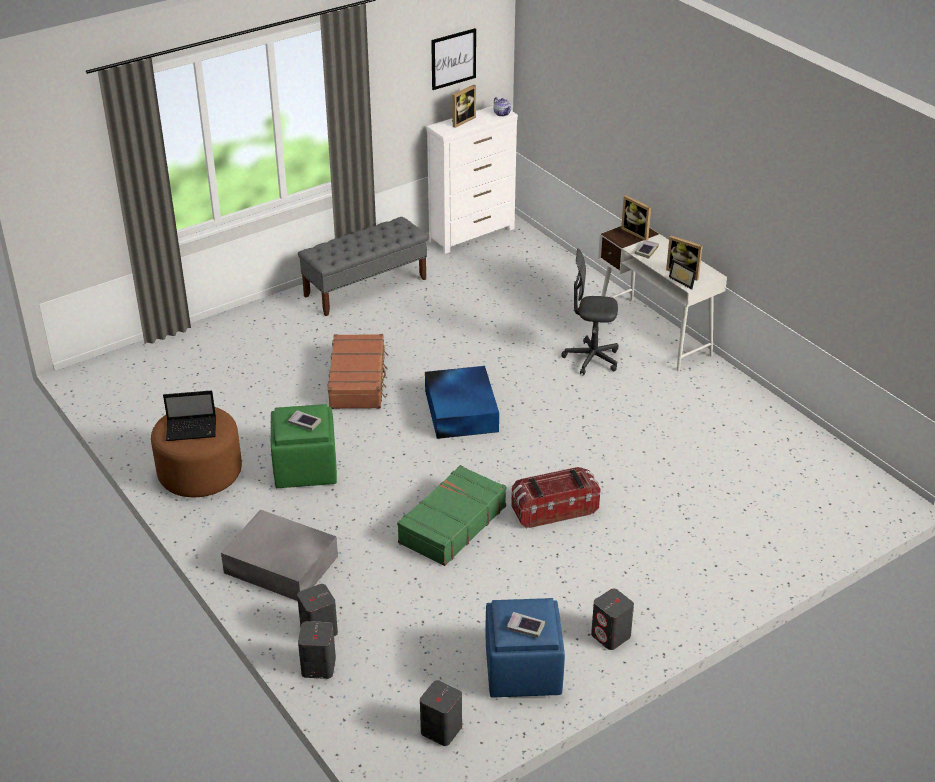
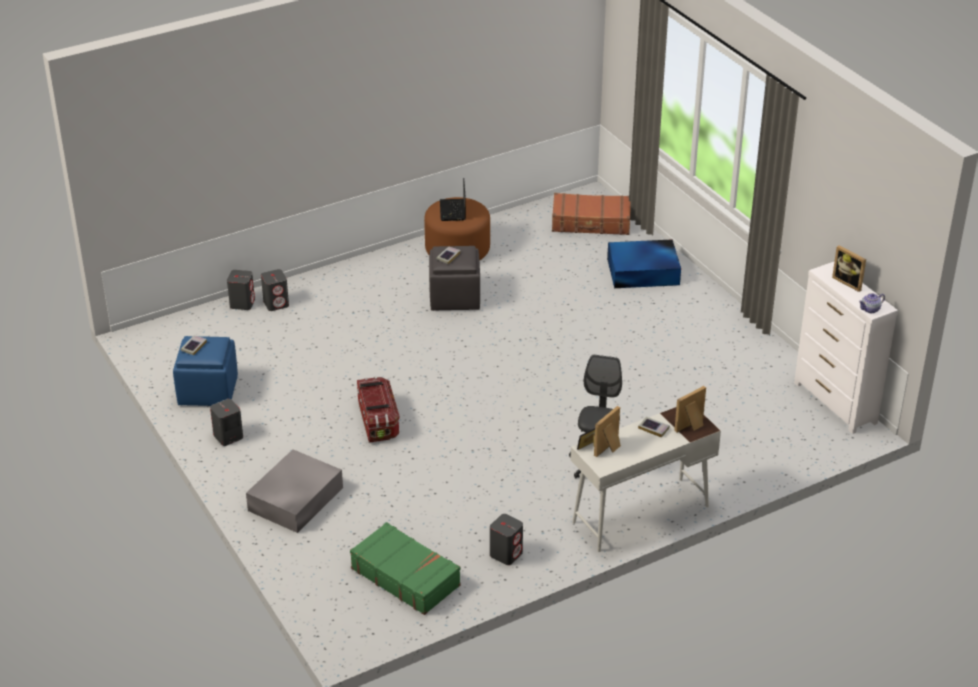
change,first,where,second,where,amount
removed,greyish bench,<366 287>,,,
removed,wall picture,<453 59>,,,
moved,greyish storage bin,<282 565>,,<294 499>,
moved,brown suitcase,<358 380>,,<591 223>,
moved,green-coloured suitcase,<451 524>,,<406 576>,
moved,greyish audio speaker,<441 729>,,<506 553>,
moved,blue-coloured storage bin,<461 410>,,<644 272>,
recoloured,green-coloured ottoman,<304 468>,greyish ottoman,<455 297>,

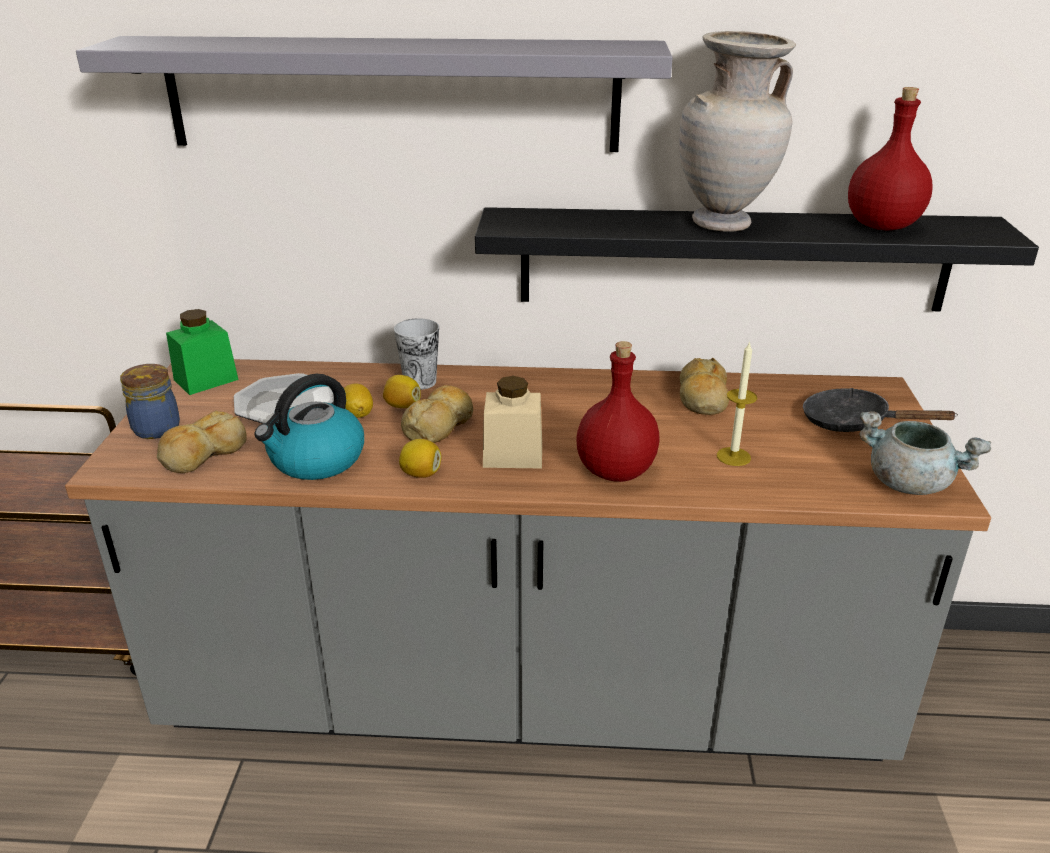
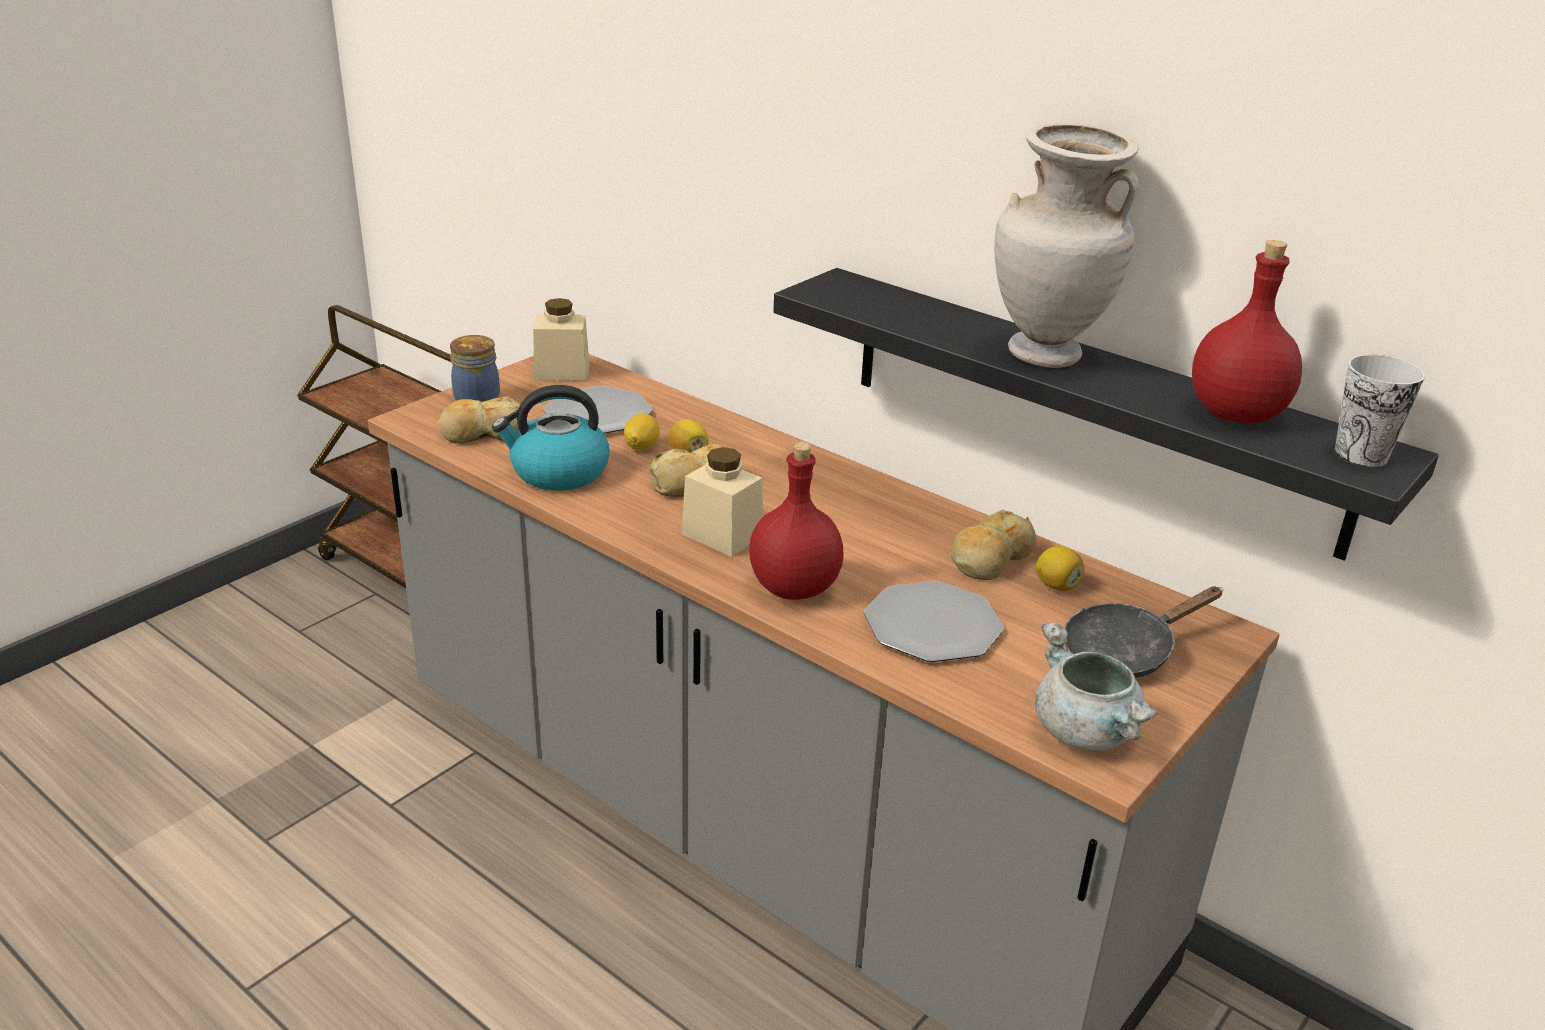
change,first,where,second,where,amount
removed,greyish shelf,<392 94>,,,
moved,cup,<420 382>,,<1361 455>,
moved,lemon,<421 474>,,<1057 585>,
replaced,wax light,<733 456>,plate,<932 625>,
recoloured,green-coloured preserve jar,<206 380>,sand-coloured preserve jar,<562 371>,
turned,black skillet,<853 423>,,<1125 651>,90 degrees counterclockwise

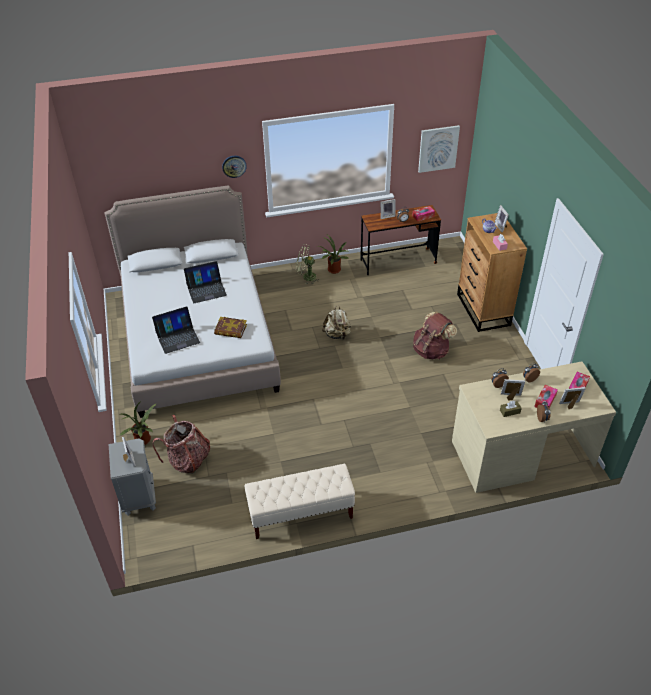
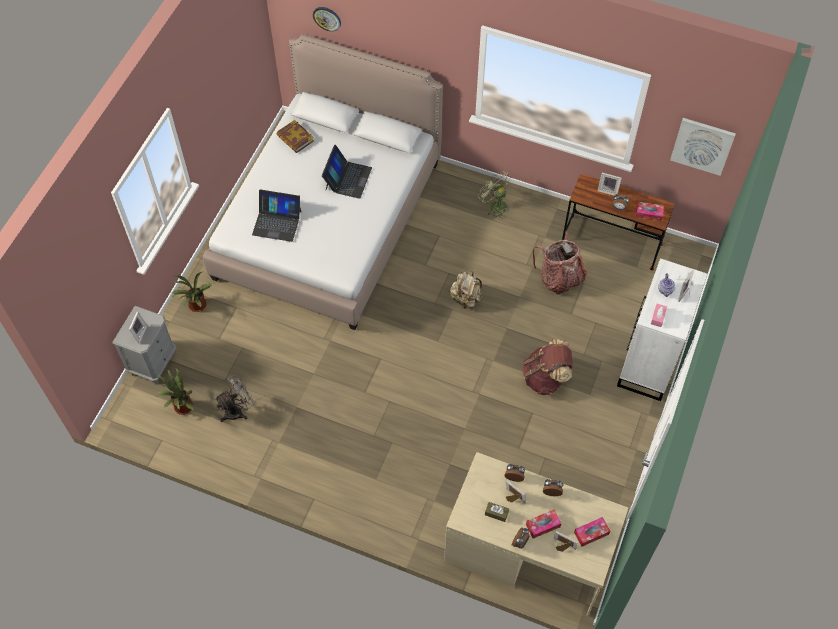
change,first,where,second,where,amount
removed,sand-coloured bench,<300 514>,,,
added,,,greyish fan,<237 410>,
moved,backpack,<188 460>,,<559 278>,
moved,volume,<230 330>,,<295 138>,
moved,wall clock,<234 166>,,<327 18>,
moved,plant in a pot,<333 270>,,<181 407>,
recoloured,brown chest of drawers,<483 310>,white-coloured chest of drawers,<648 363>,
turned,laptop,<206 289>,,<347 178>,90 degrees counterclockwise

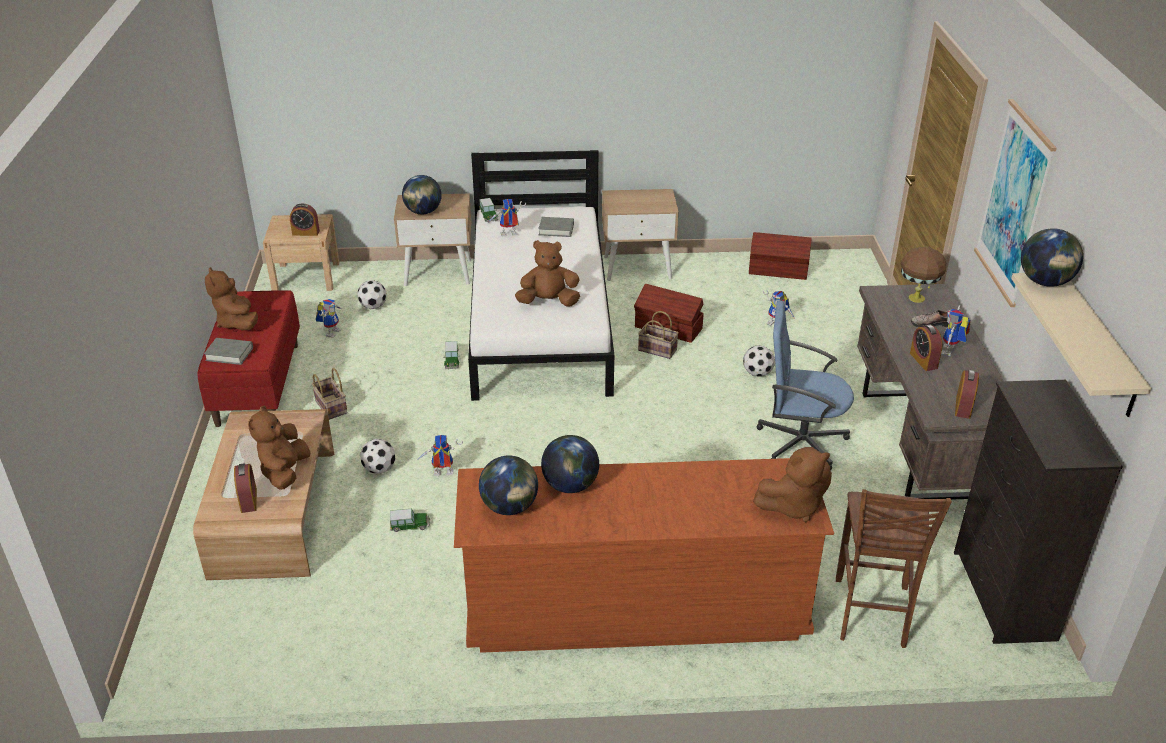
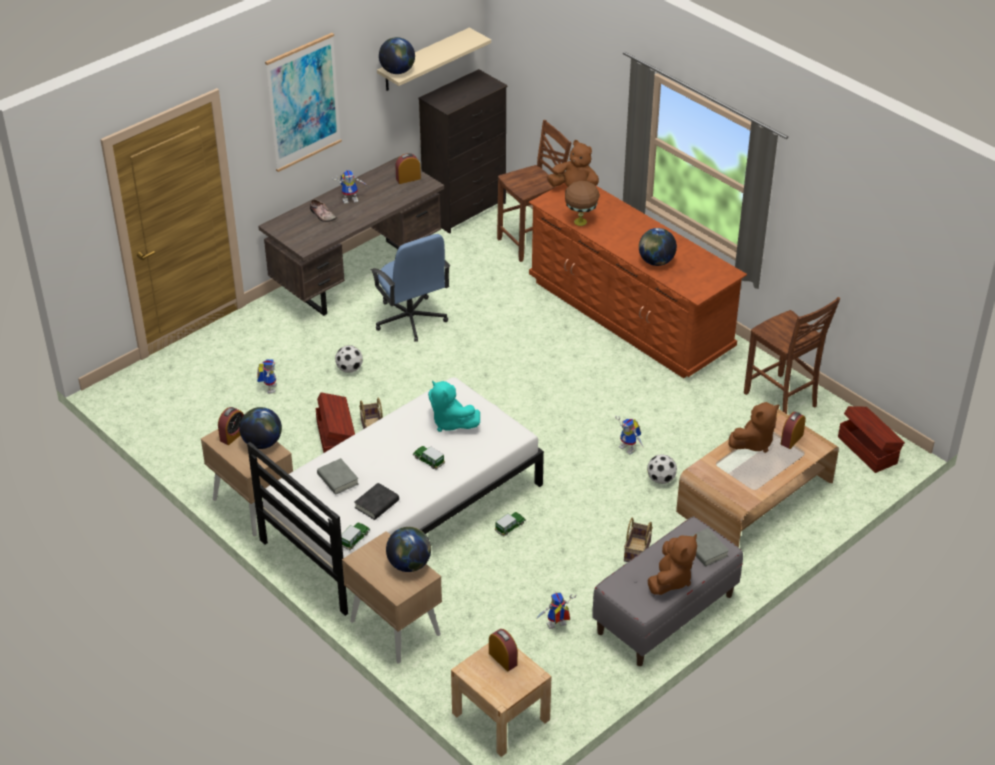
change,first,where,second,where,amount
removed,ball for football,<373 306>,,,
added,,,brown chair,<781 400>,
moved,miniature car,<410 525>,,<428 460>,
moved,globe,<510 507>,,<262 443>,
moved,brown storage bin,<778 271>,,<867 449>,
moved,brown lamp for a table,<917 299>,,<581 221>,
moved,alarm clock,<923 360>,,<233 435>,
replaced,toy robot,<508 235>,black volume,<377 504>,
recoloured,red bench,<258 384>,greyish bench,<665 614>,
recoloured,brown soft toy,<548 302>,blue-green soft toy,<450 422>,

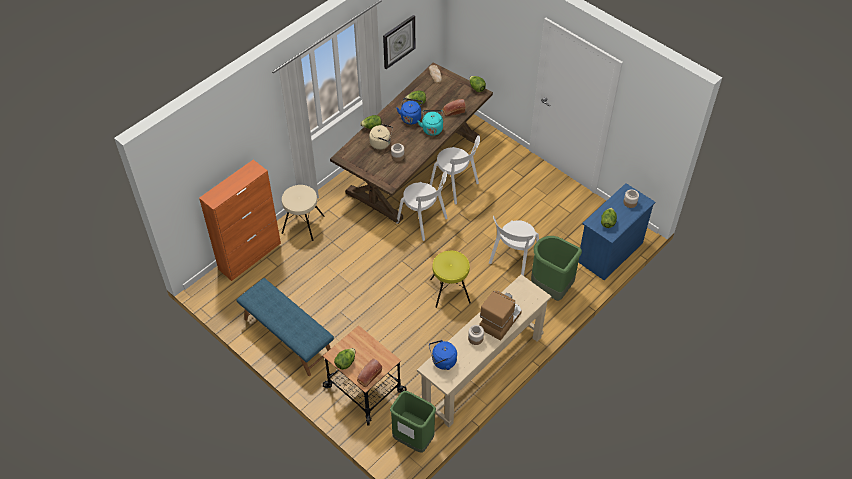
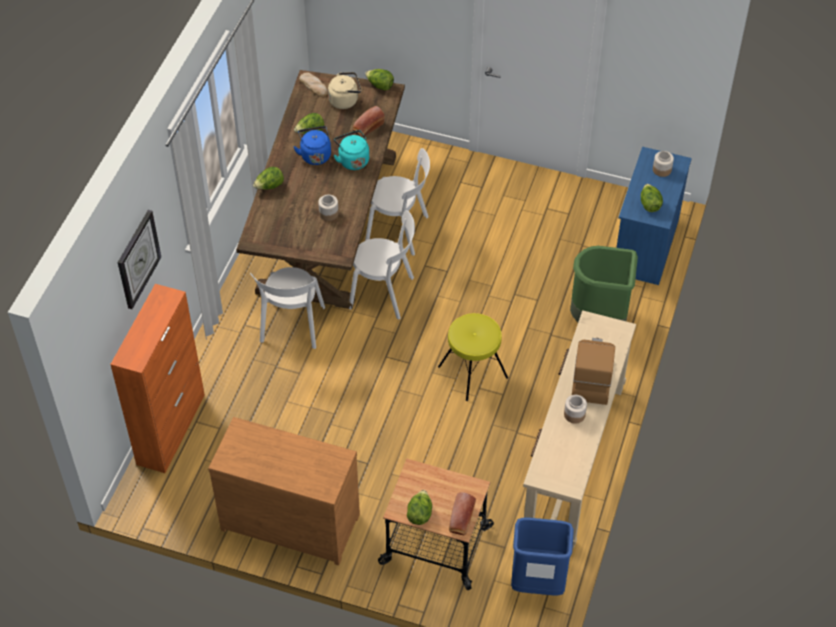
change,first,where,second,where,amount
removed,sand-coloured stool seat,<303 224>,,,
removed,blue-coloured water kettle,<442 361>,,,
moved,sand-coloured water kettle,<381 143>,,<345 100>,
moved,wall clock,<398 41>,,<138 259>,
moved,white-coloured chair,<513 261>,,<292 327>,
replaced,blue-coloured bench,<287 337>,brown chest of drawers,<290 519>,
recoloured,green-coloured trash can,<413 440>,blue-coloured trash can,<537 584>,

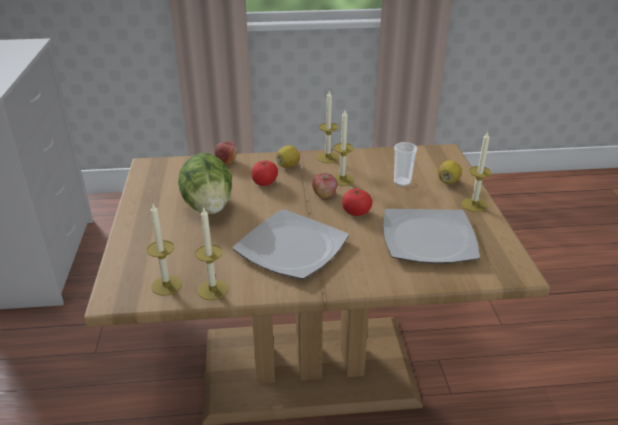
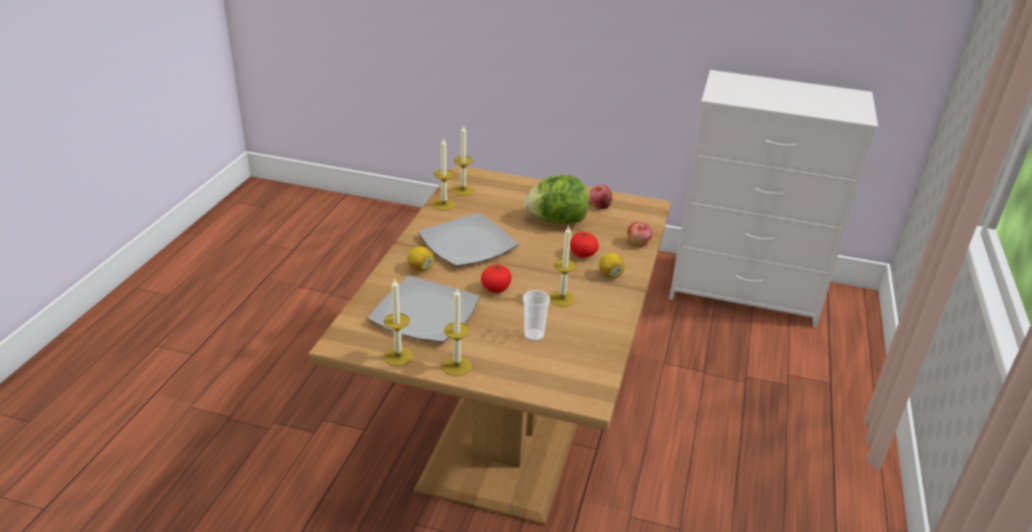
change,first,where,second,where,amount
moved,whole apple,<324 194>,,<600 205>,
moved,wax light,<328 157>,,<398 356>,
moved,lemon,<448 181>,,<420 268>,

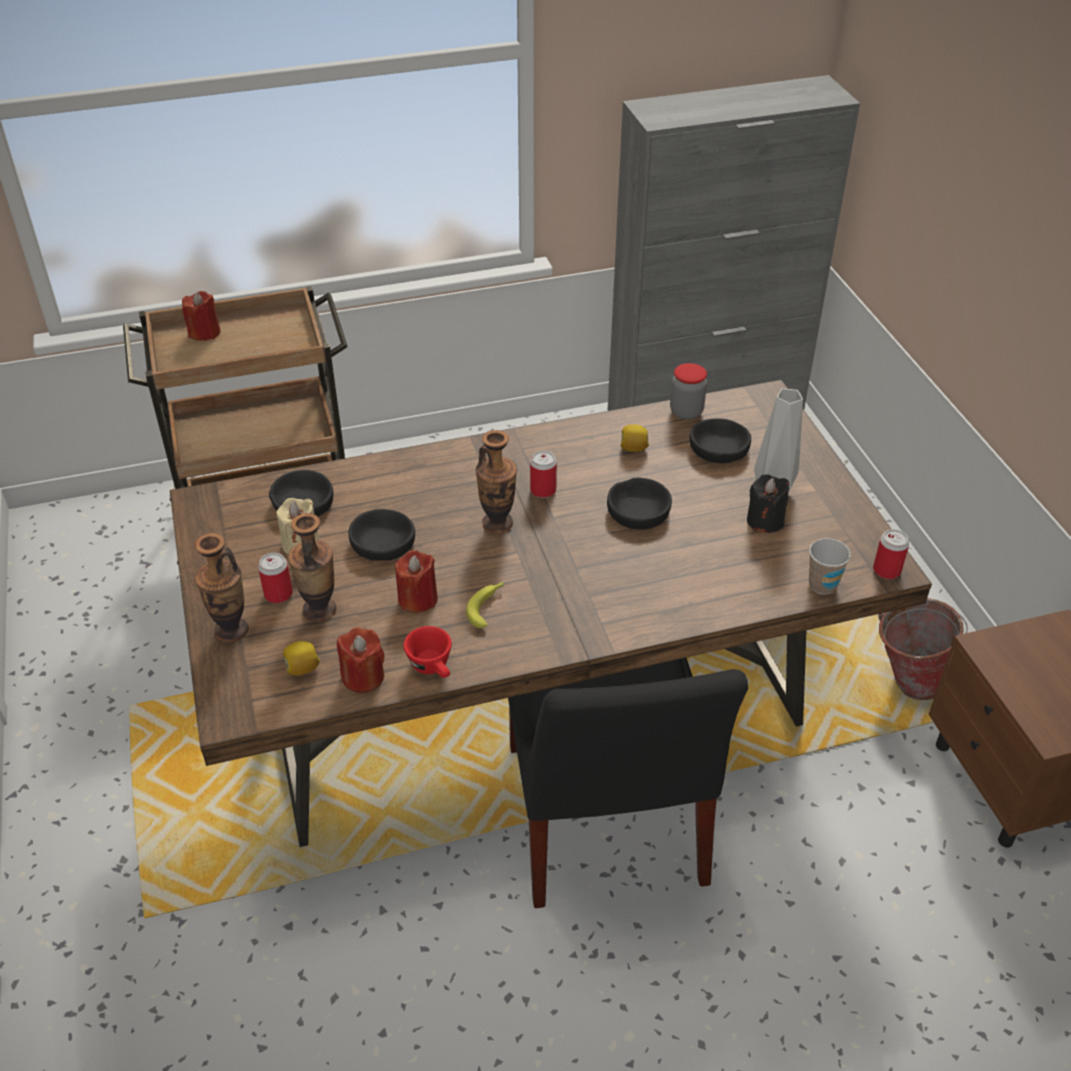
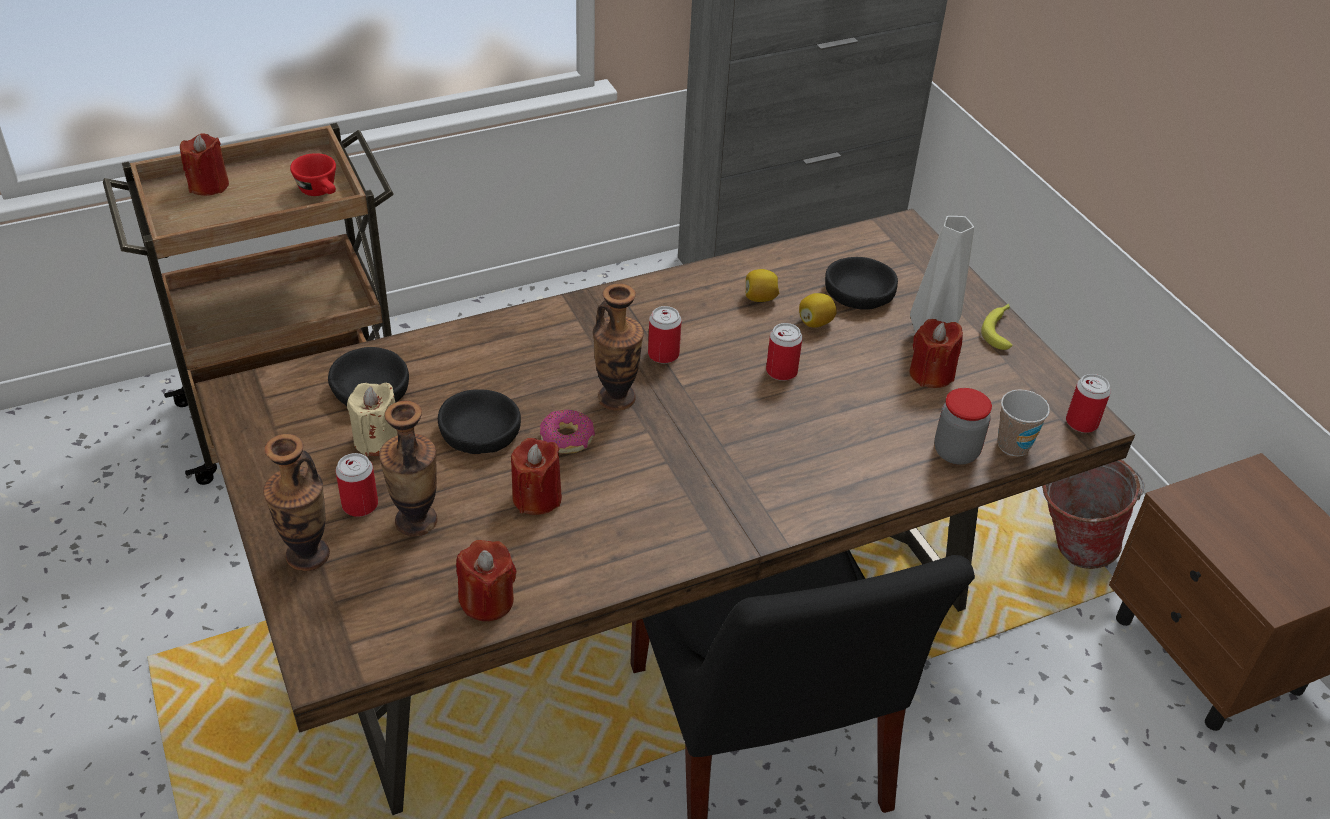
change,first,where,second,where,amount
added,,,donut,<567 439>,
moved,lemon,<302 669>,,<815 322>,
moved,red cup,<433 667>,,<321 192>,
moved,banana,<488 606>,,<1000 329>,
moved,preserve jar,<686 412>,,<956 452>,
replaced,black bowl,<638 510>,can,<781 371>,
recoloured,black wax light,<765 521>,red wax light,<931 374>,

